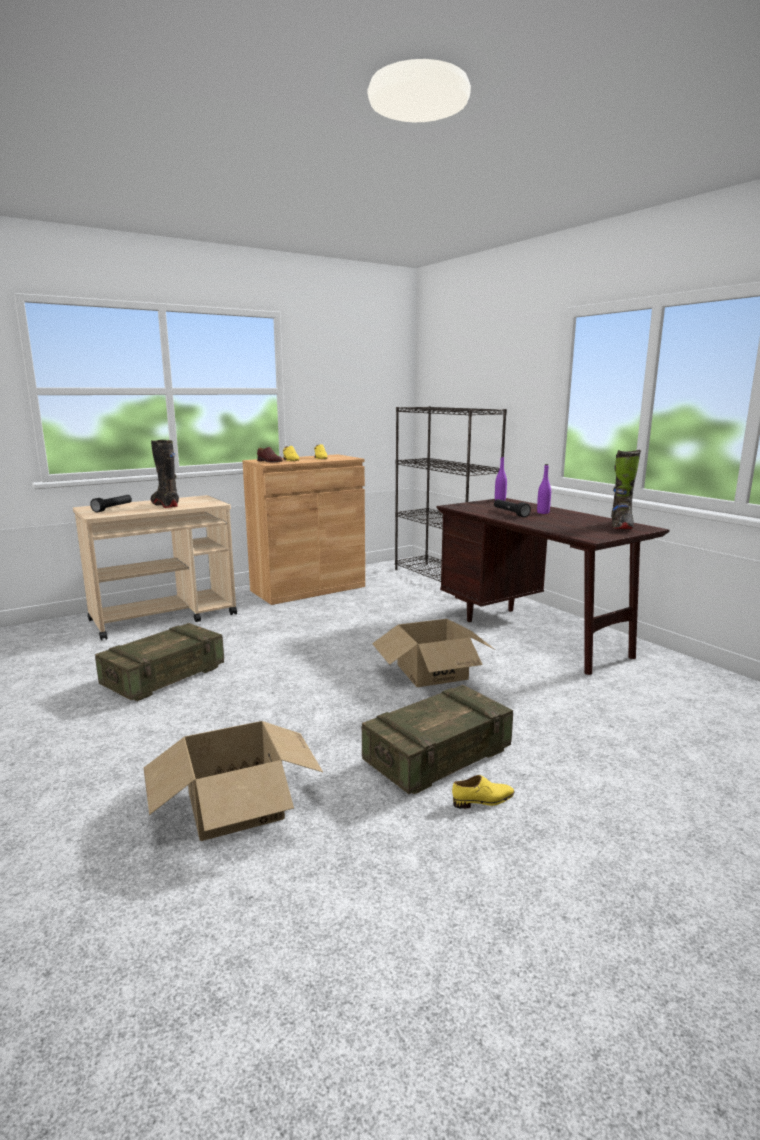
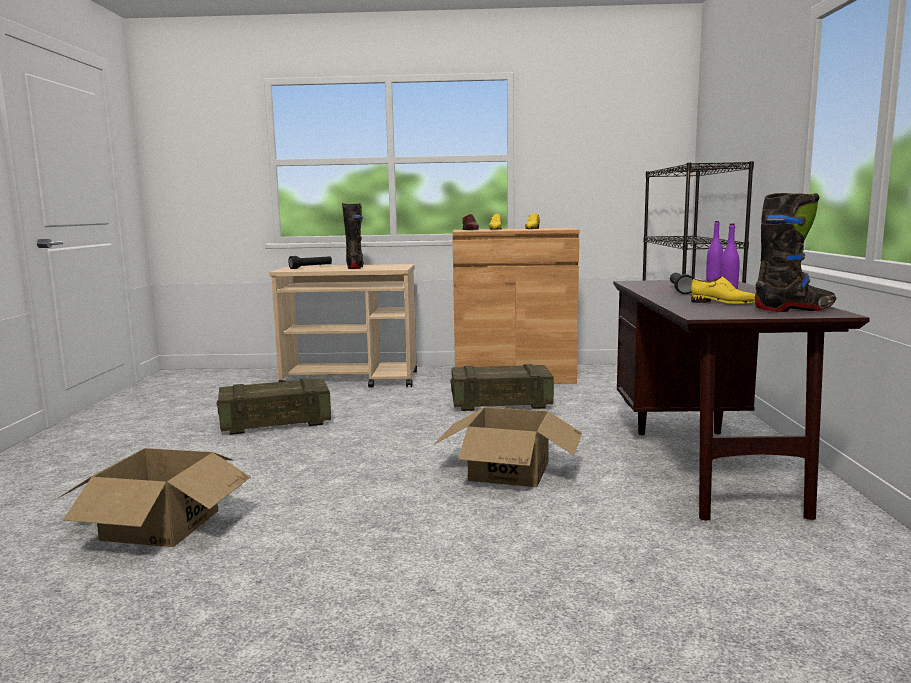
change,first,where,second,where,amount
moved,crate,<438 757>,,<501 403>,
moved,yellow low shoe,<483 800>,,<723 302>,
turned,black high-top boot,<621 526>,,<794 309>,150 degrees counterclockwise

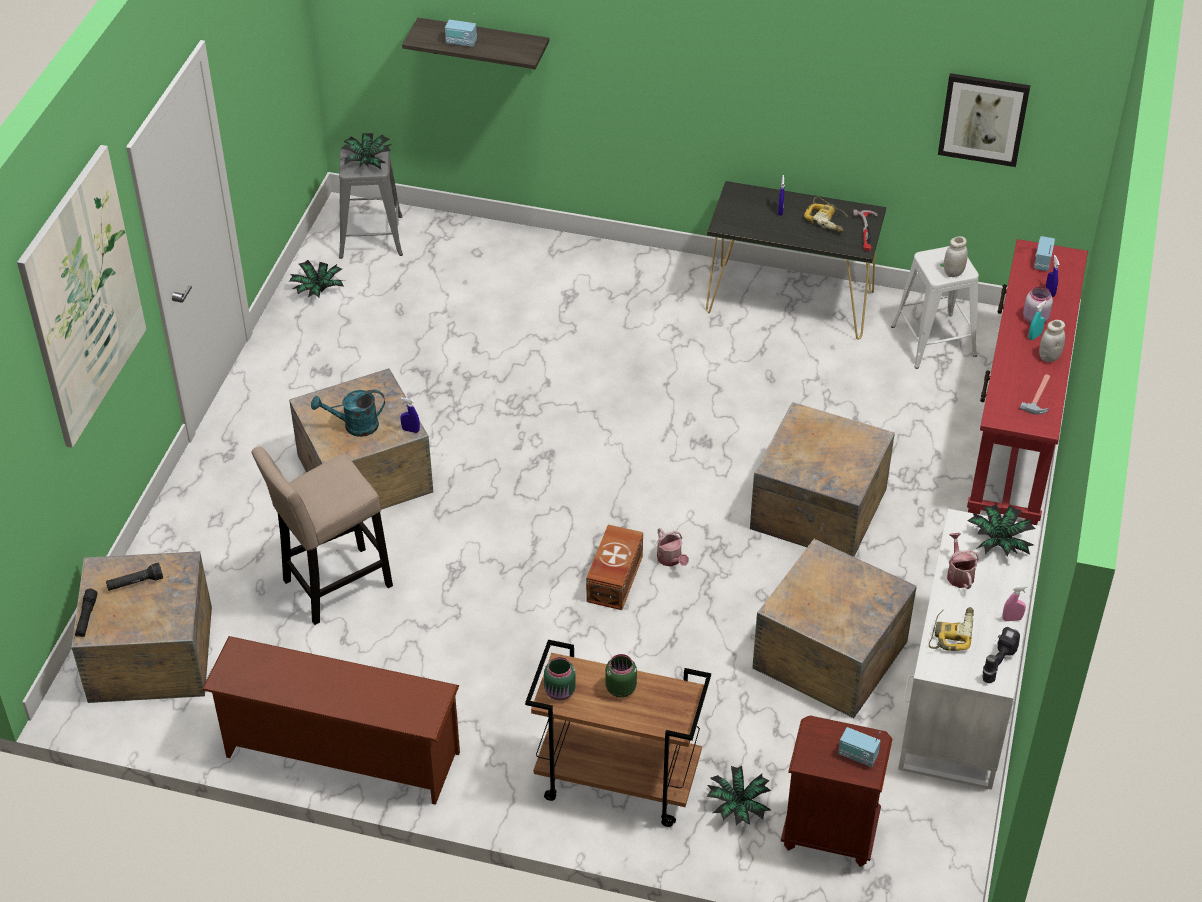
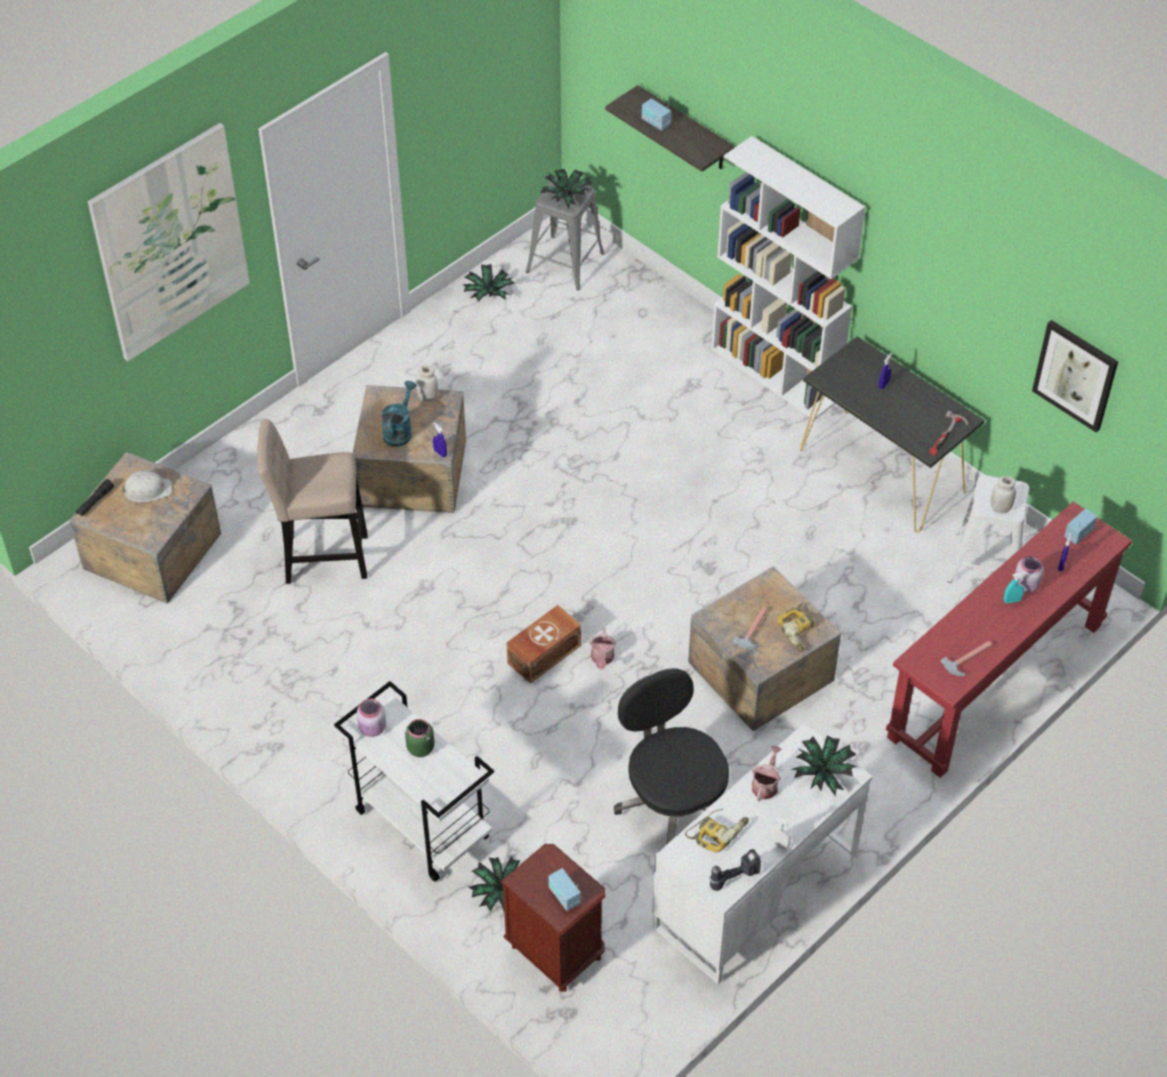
change,first,where,second,where,amount
removed,brown shoe shelf,<339 756>,,,
added,,,white-coloured bookcase,<776 374>,
added,,,hammer,<755 630>,
moved,electric drill,<827 219>,,<800 631>,
moved,white-coloured preserve jar,<1049 357>,,<428 397>,
replaced,black flashlight,<135 583>,white-coloured hard hat,<147 490>,
replaced,crate,<829 652>,black office chair,<672 801>,
recoloured,brown cart,<616 782>,white-coloured cart,<420 824>,
recoloured,green-coloured preserve jar,<560 692>,pinkish preserve jar,<372 729>,
recoloured,pinkish sprayer,<1012 619>,white-coloured sprayer,<779 845>,
turned,blue-green watering pot,<354 426>,,<399 430>,90 degrees clockwise

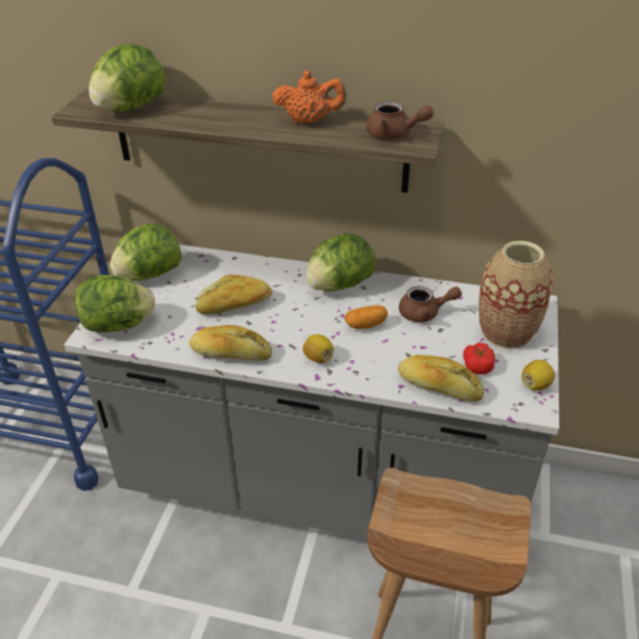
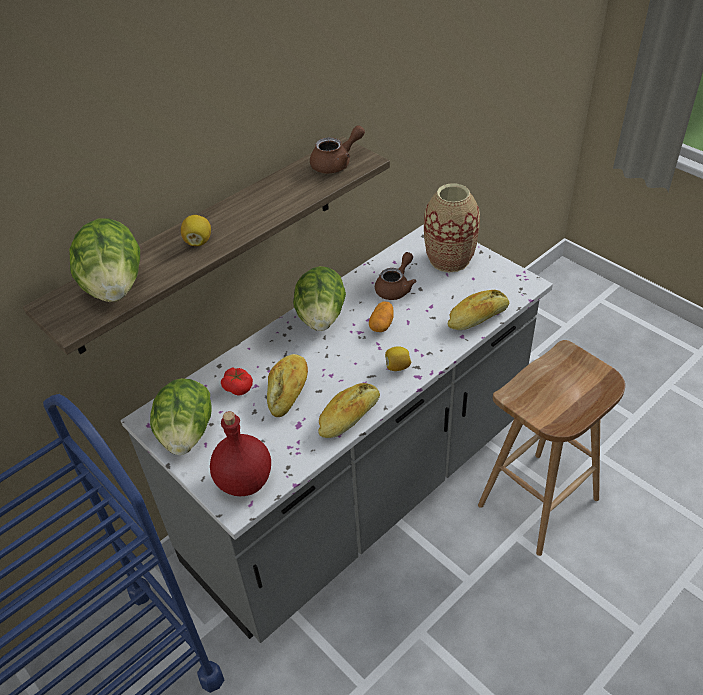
change,first,where,second,where,amount
removed,orange-coloured pot for tea,<309 121>,,,
moved,fresh tomato,<478 365>,,<238 387>,
moved,lemon,<535 385>,,<198 241>,
replaced,lettuce,<119 325>,red bottle,<243 482>,

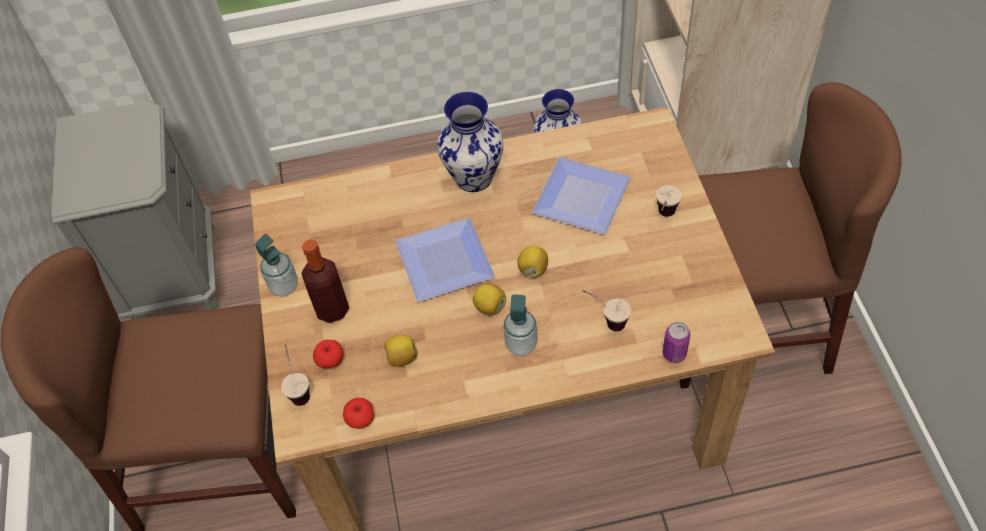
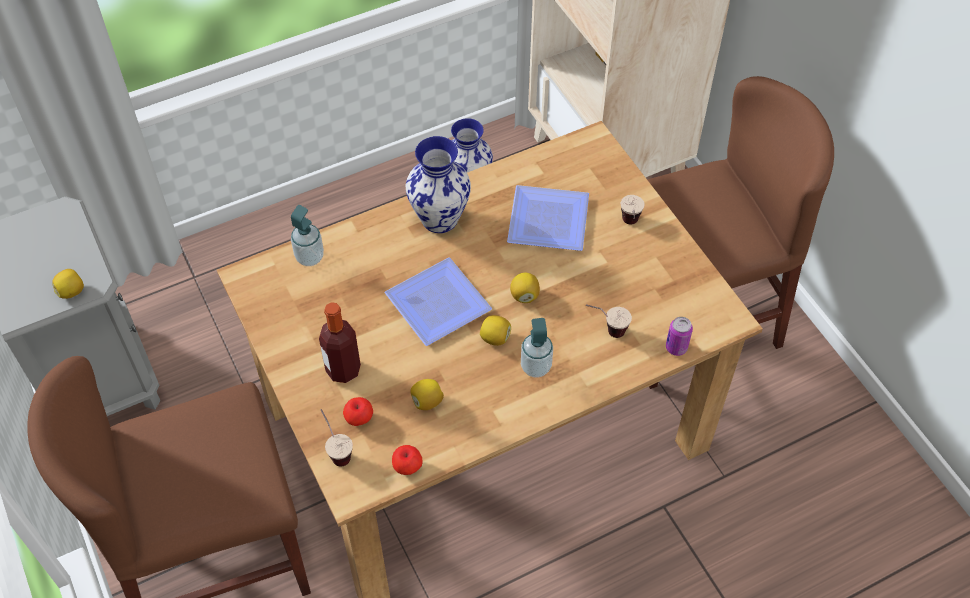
change,first,where,second,where,amount
added,,,lemon,<72 291>,
moved,soap dispenser,<284 286>,,<309 257>,

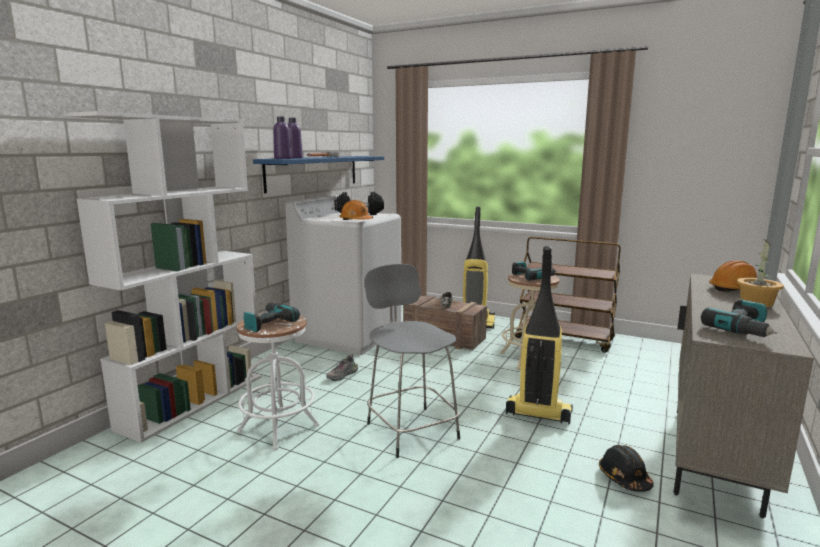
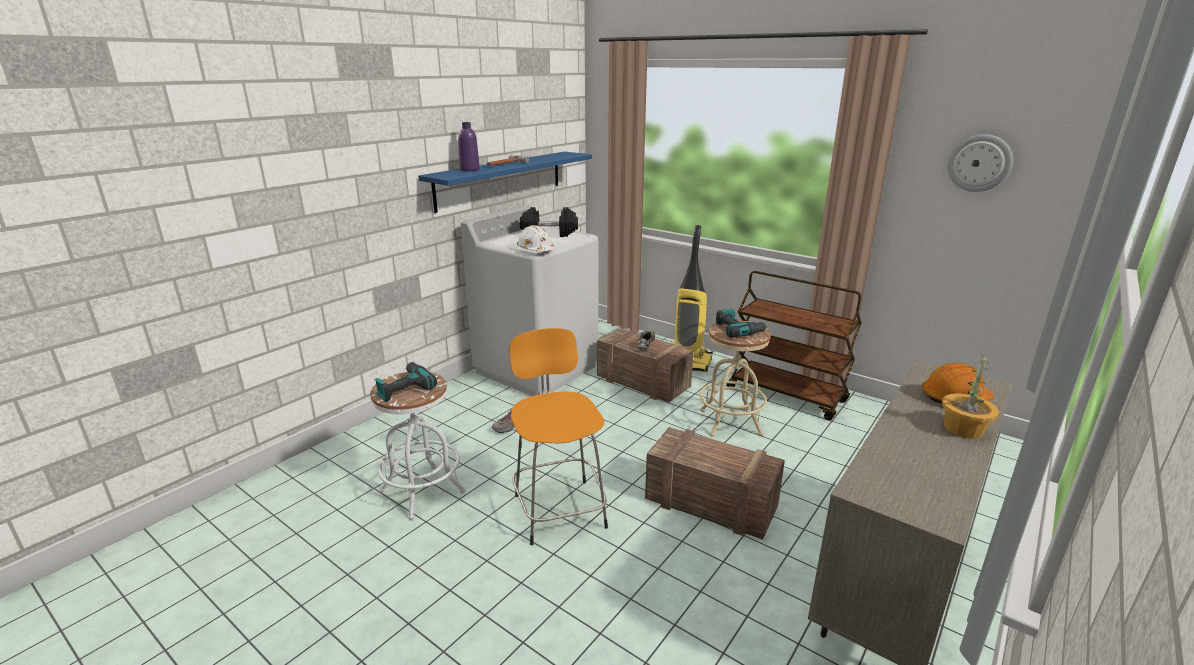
change,first,where,second,where,amount
removed,white-coloured bookcase,<194 401>,,,
removed,purplish bottle,<283 158>,,,
removed,black hard hat,<624 478>,,,
removed,electric drill,<743 329>,,,
added,,,wall clock,<979 163>,
replaced,vacuum cleaner,<537 414>,crate,<708 503>,
recoloured,orange-coloured hard hat,<356 221>,white-coloured hard hat,<535 250>,
recoloured,greyish stool seat,<410 429>,orange-coloured stool seat,<559 508>,

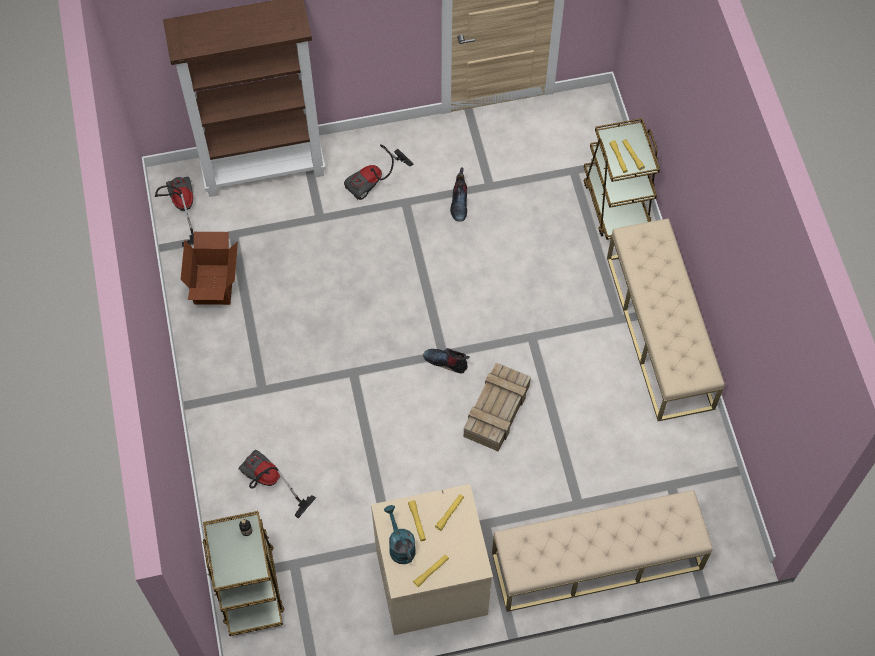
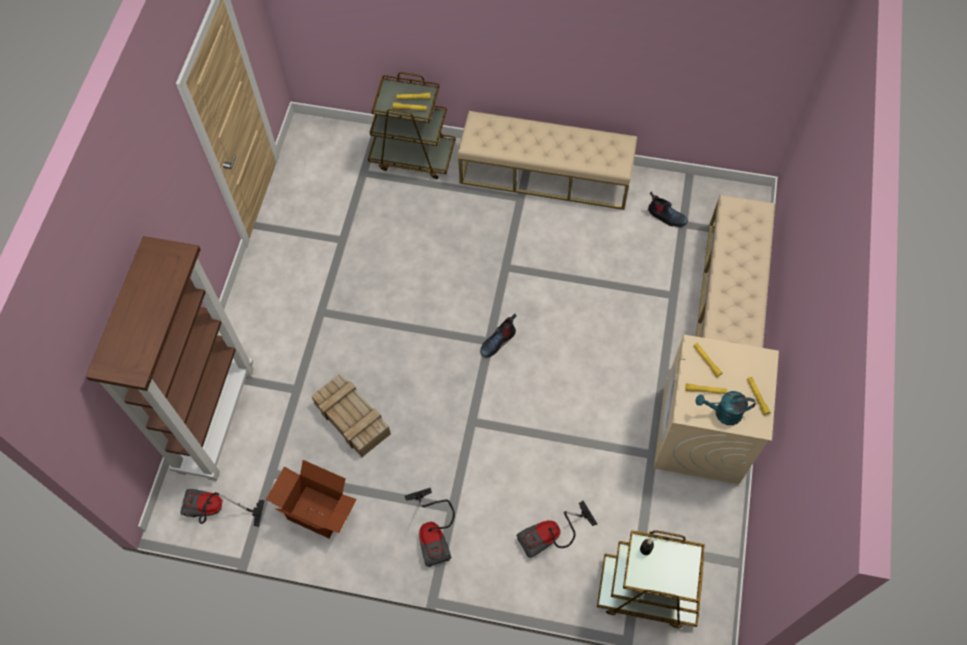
change,first,where,second,where,amount
moved,vacuum cleaner,<375 181>,,<433 534>,
moved,high-top boot,<459 203>,,<666 217>,
moved,crate,<496 412>,,<353 419>,

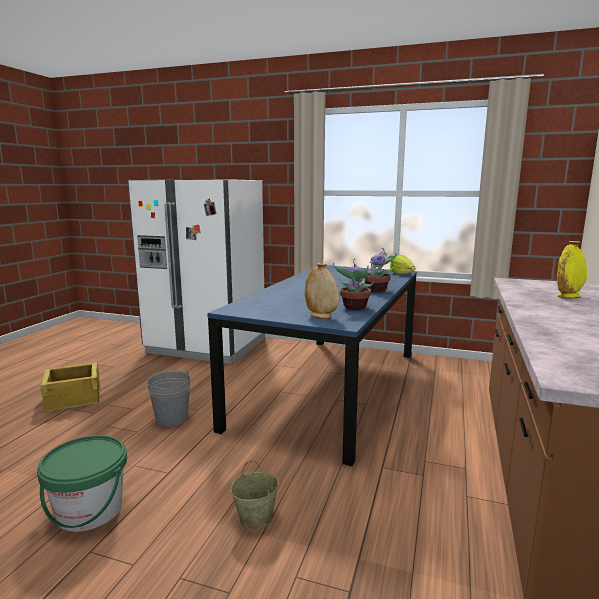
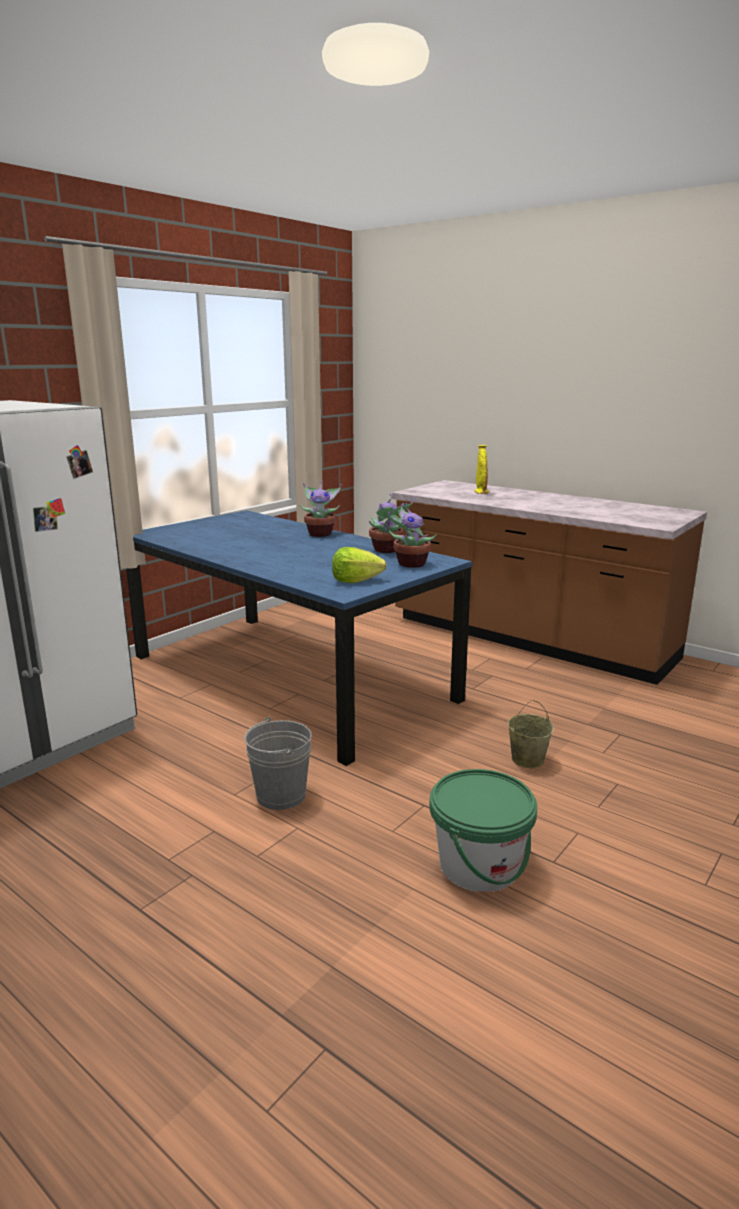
change,first,where,second,where,amount
removed,crate,<73 398>,,,
moved,lettuce,<402 274>,,<355 581>,
replaced,sand-coloured vase,<321 316>,plant in a pot,<409 564>,

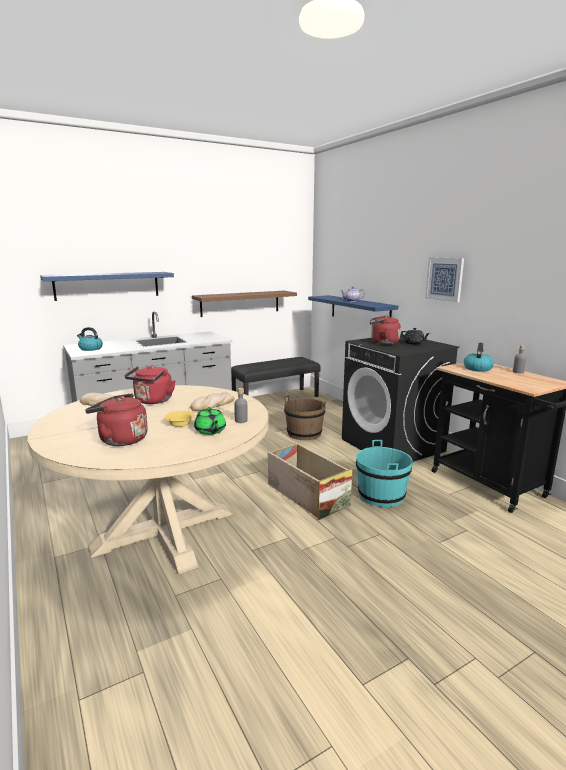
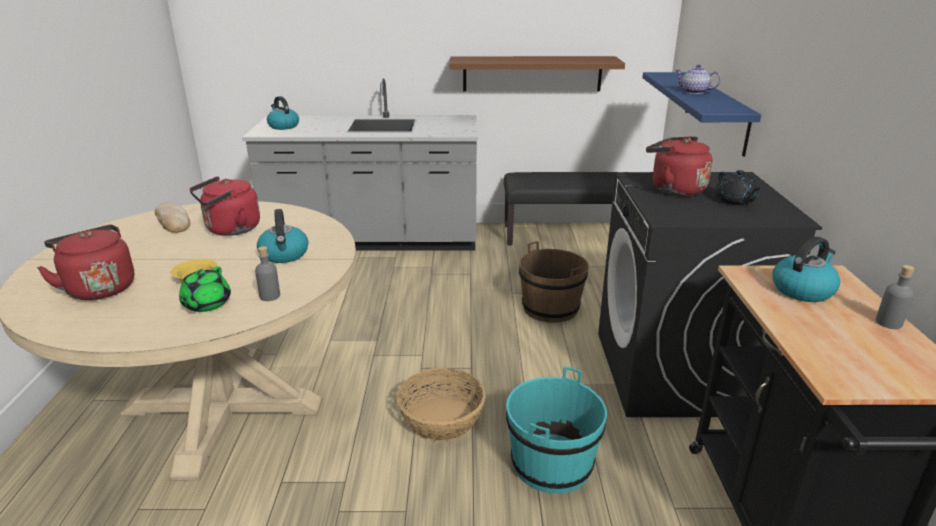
change,first,where,second,where,amount
removed,blue-coloured shelf,<107 285>,,,
removed,wall picture,<444 279>,,,
replaced,bakery bread,<213 405>,water kettle,<284 255>,
replaced,crate,<306 494>,storage basket,<442 418>,

